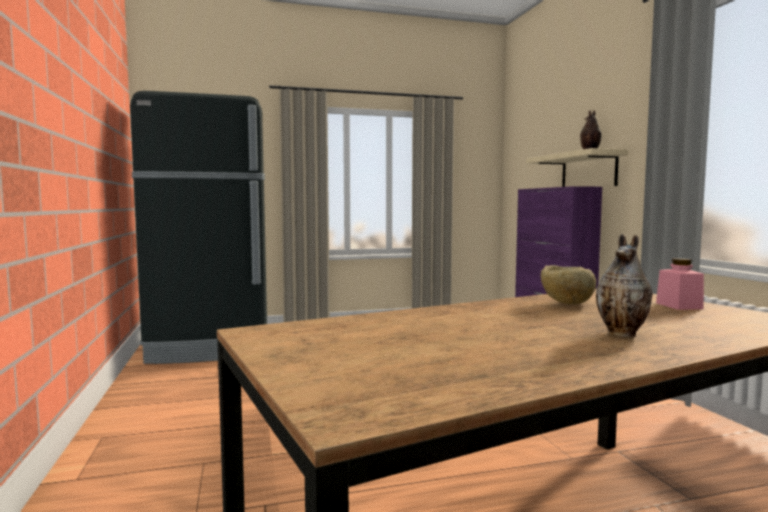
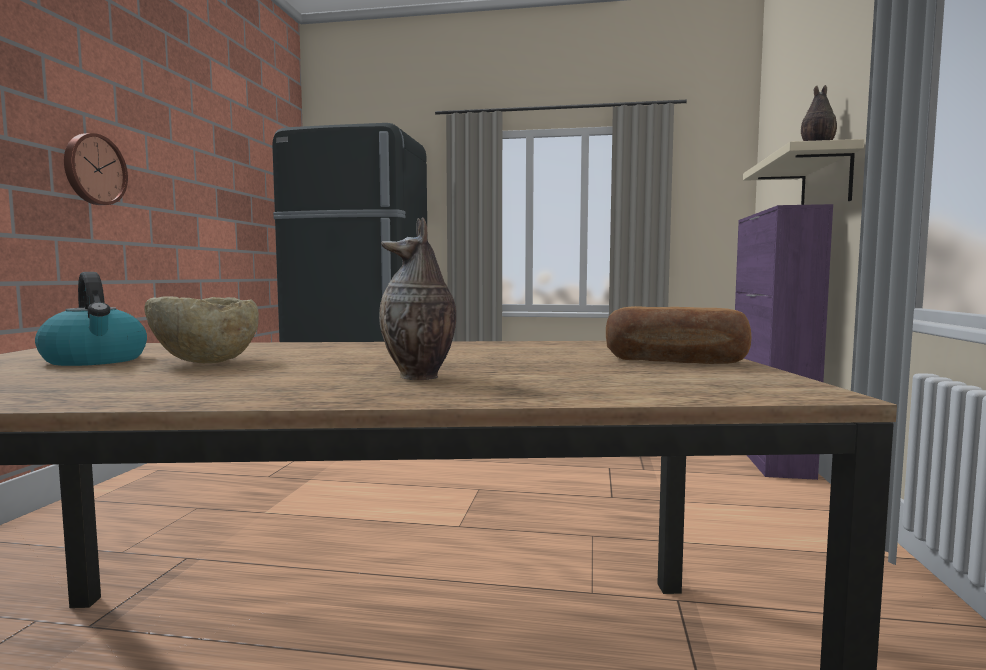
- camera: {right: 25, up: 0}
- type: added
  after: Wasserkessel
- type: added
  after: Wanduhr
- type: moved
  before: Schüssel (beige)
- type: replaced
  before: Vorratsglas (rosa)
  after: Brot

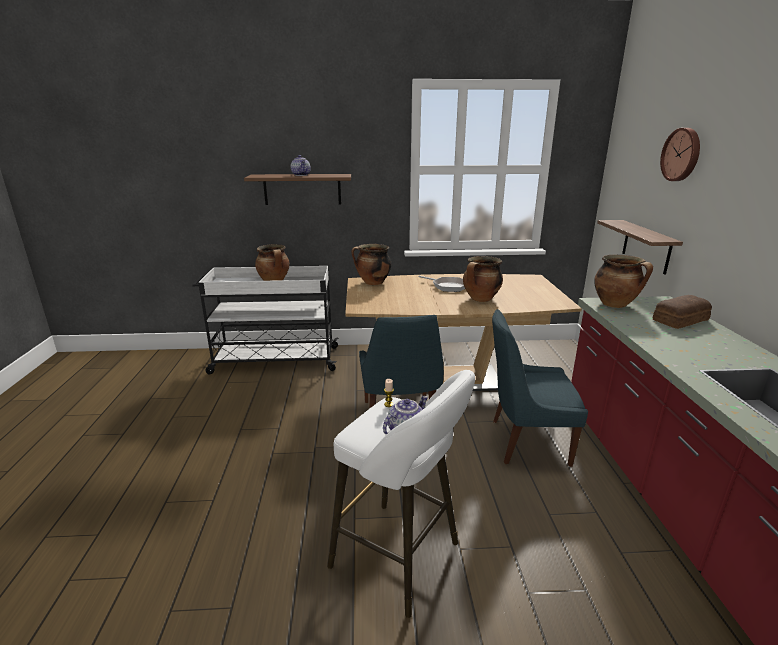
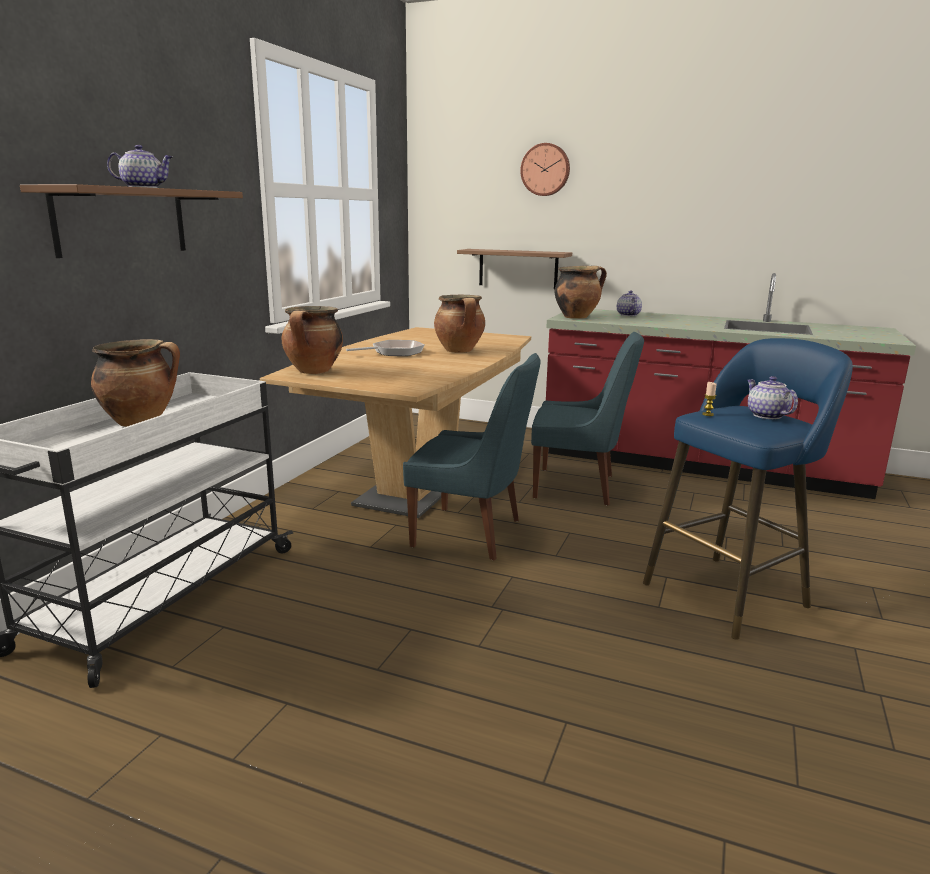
- camera: {right: -65, up: -5}
- type: turned
  before: Stuhl (blau) (2nd from left)
  turn: -105
- type: replaced
  before: Brot
  after: Teekanne (2nd from left)
- type: recoloured
  before: Hocker (weiß)
  after: Hocker (blau)

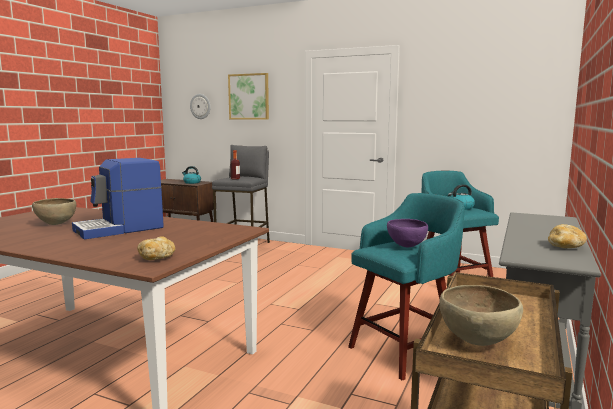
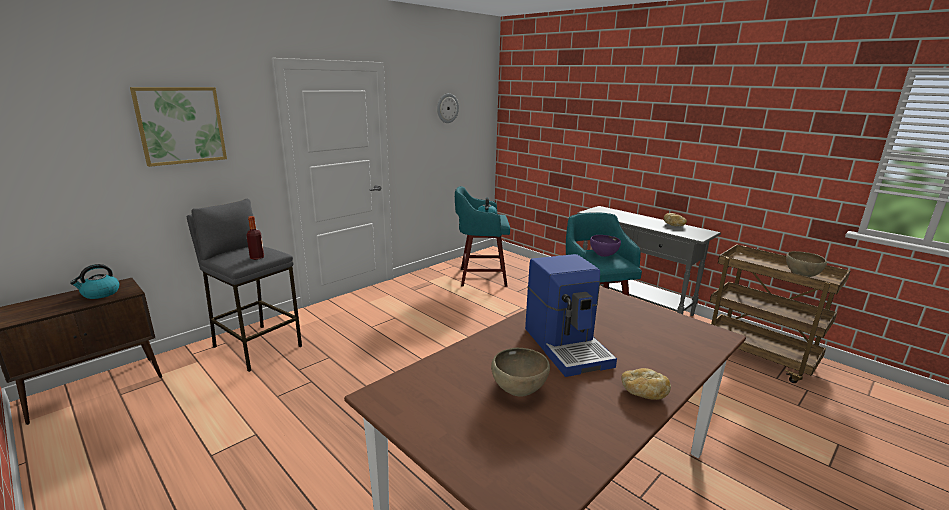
- camera: {right: -70, up: 10}
- type: moved
  before: Wanduhr
- type: moved
  before: Brot (1st from left)

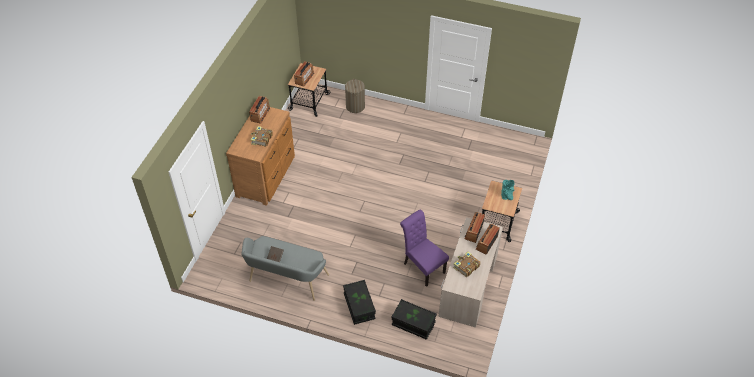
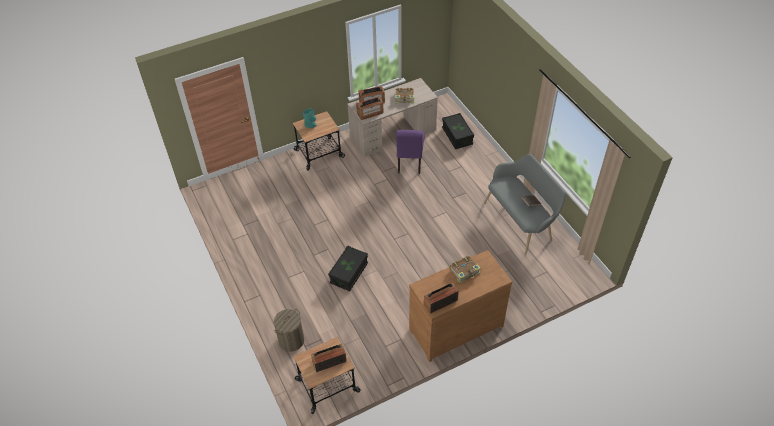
- camera: {right: -135, up: 0}
- type: moved
  before: Aufbewahrungsbox (schwarz) (1st from left)

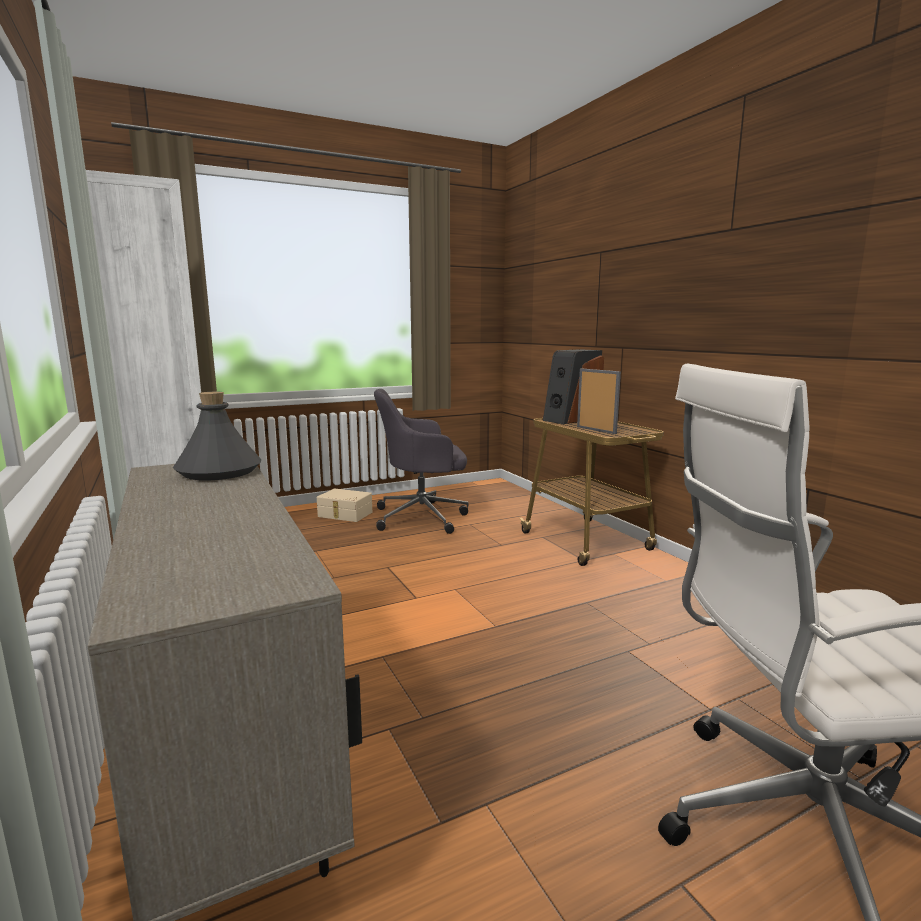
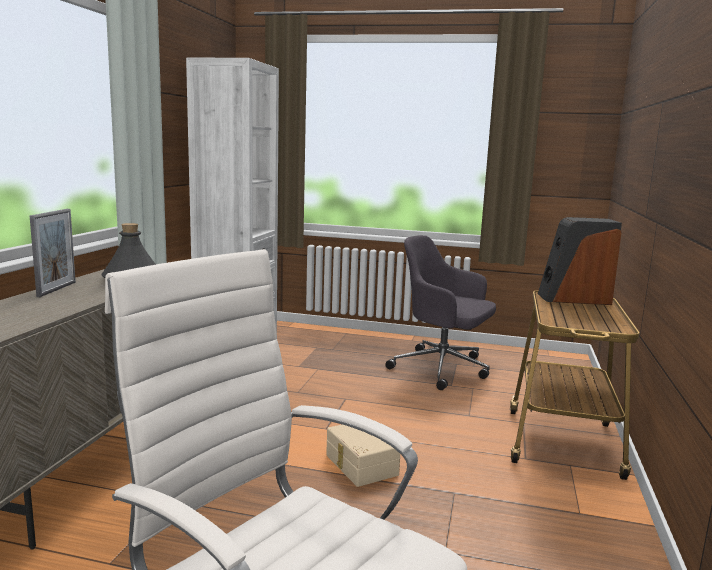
- camera: {right: 40, up: 0}
- type: moved
  before: Bilderrahmen
- type: moved
  before: Aufbewahrungsbox (beige)

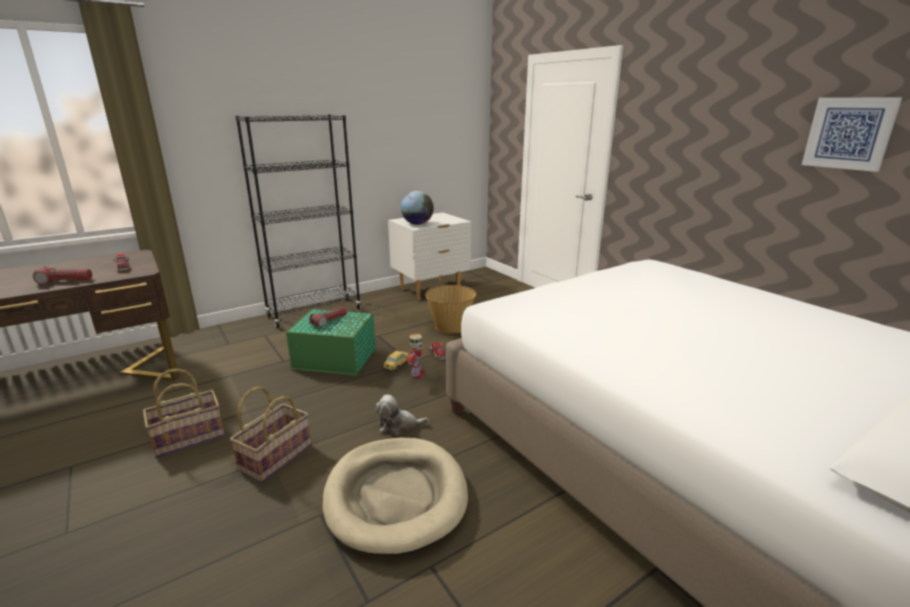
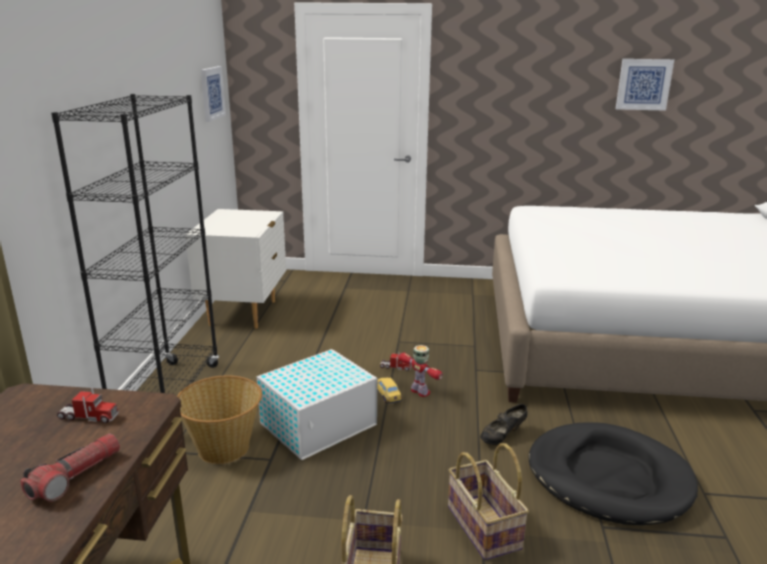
- camera: {right: -50, up: 0}
- type: moved
  before: Korb (3rd from left in the first image)
  after: Korb (1st from left)
- type: added
  after: Bild (1st from left)
- type: recoloured
  before: Aufbewahrungsbox (grün)
  after: Aufbewahrungsbox (weiß)
- type: replaced
  before: Plüschtier
  after: Schuh (schwarz)
- type: recoloured
  before: Hundebett (beige)
  after: Hundebett (schwarz)
- type: removed
  before: Taschenlampe (2nd from left)
- type: removed
  before: Globus

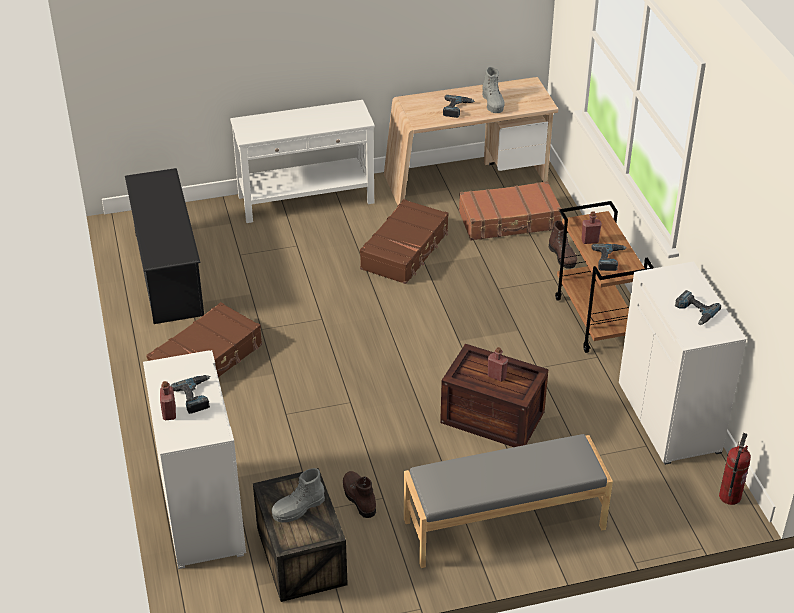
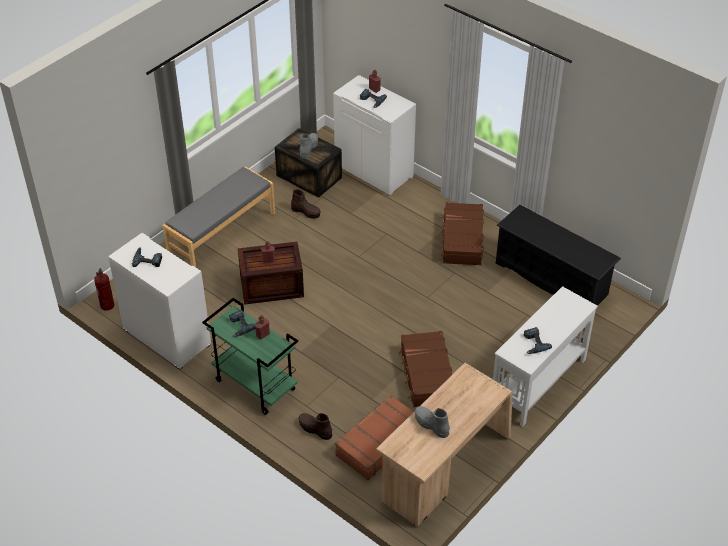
- camera: {right: 145, up: 5}
- type: recoloured
  before: Rollwagen (braun)
  after: Rollwagen (grün)
- type: moved
  before: Bohrmaschine (2nd from left in the first image)
  after: Bohrmaschine (4th from left)

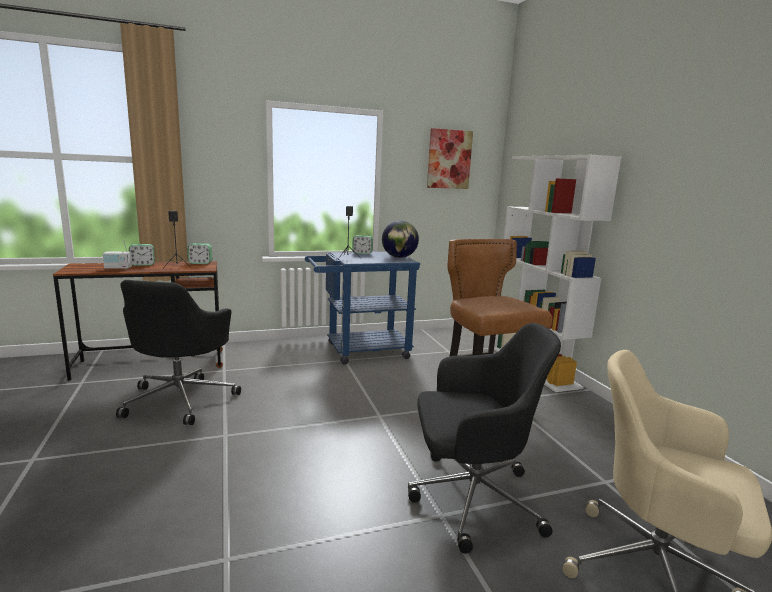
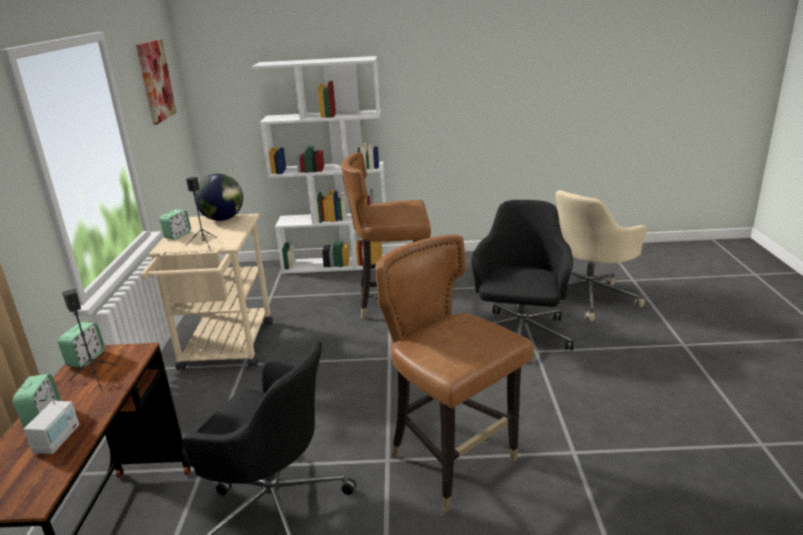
- camera: {right: -70, up: 10}
- type: recoloured
  before: Rollwagen (blau)
  after: Rollwagen (beige)
- type: added
  after: Stuhl (braun) (2nd from left)

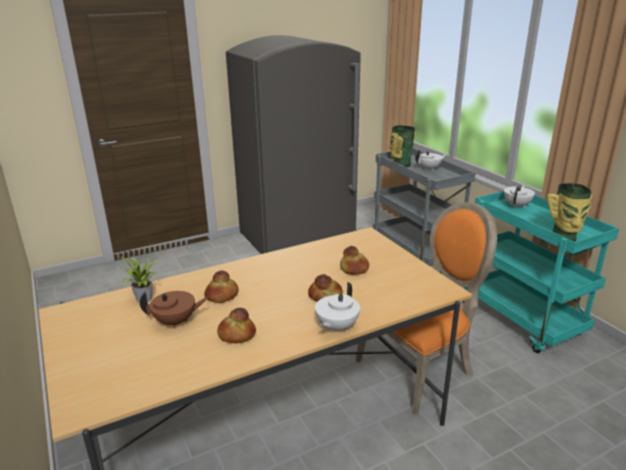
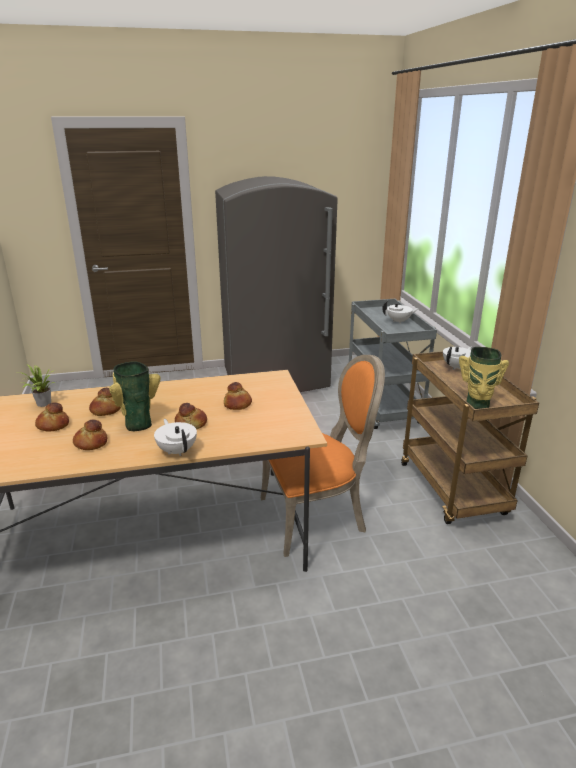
- camera: {right: 15, up: 0}
- type: replaced
  before: Teekanne (braun)
  after: Brot (1st from left)
- type: moved
  before: Vase (1st from left)
- type: turned
  before: Teekanne (weiß) (1st from left)
  turn: 105
- type: recoloured
  before: Rollwagen (türkis)
  after: Rollwagen (braun)

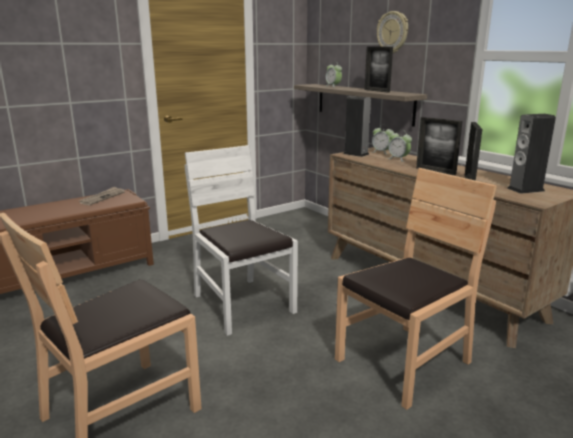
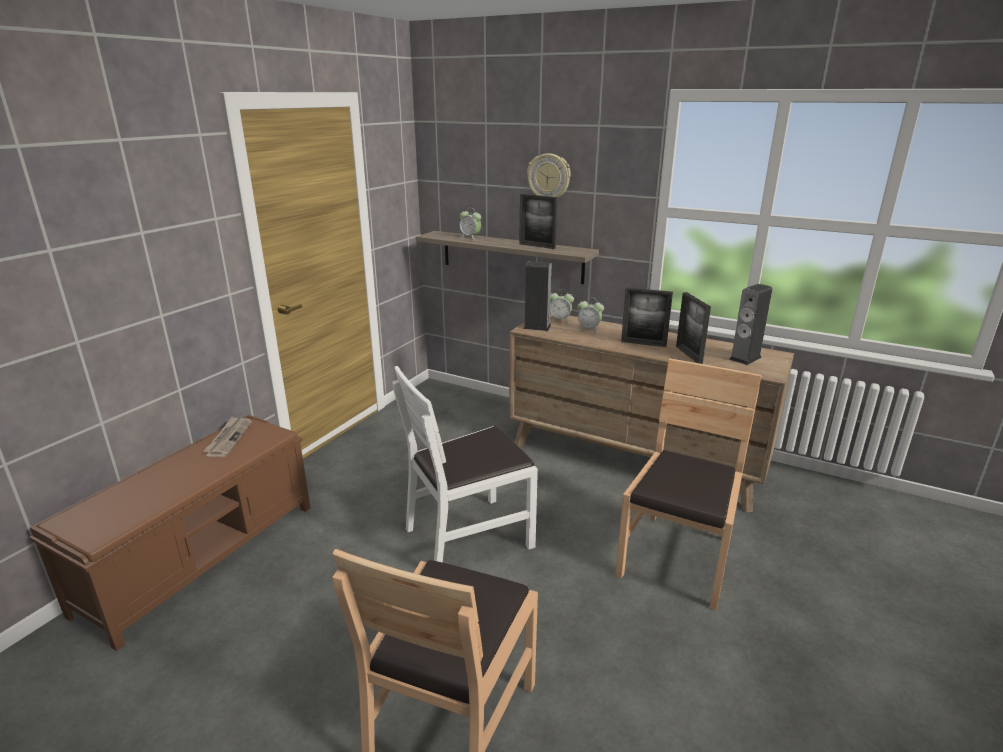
- camera: {right: -25, up: 5}
- type: turned
  before: Stuhl (weiß)
  turn: -60

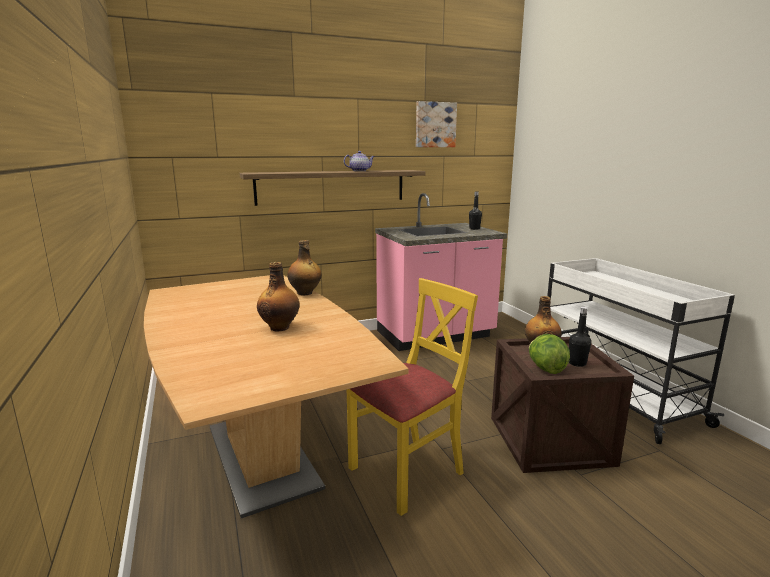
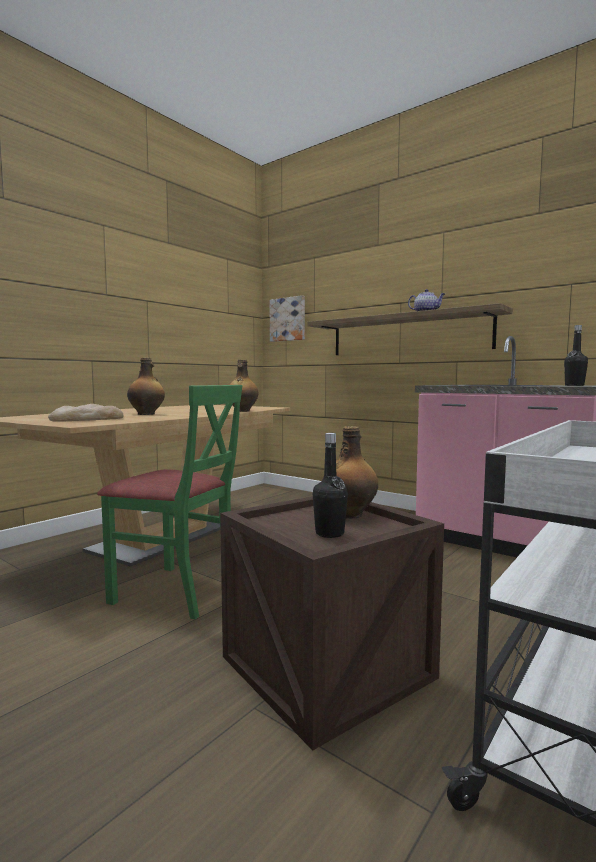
- camera: {right: 60, up: -10}
- type: added
  after: Brot
- type: recoloured
  before: Stuhl (gelb)
  after: Stuhl (grün)
- type: moved
  before: Bild
- type: removed
  before: Salatkopf

